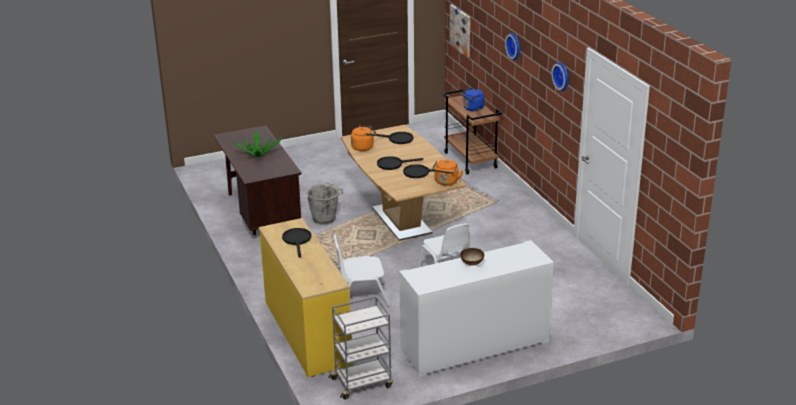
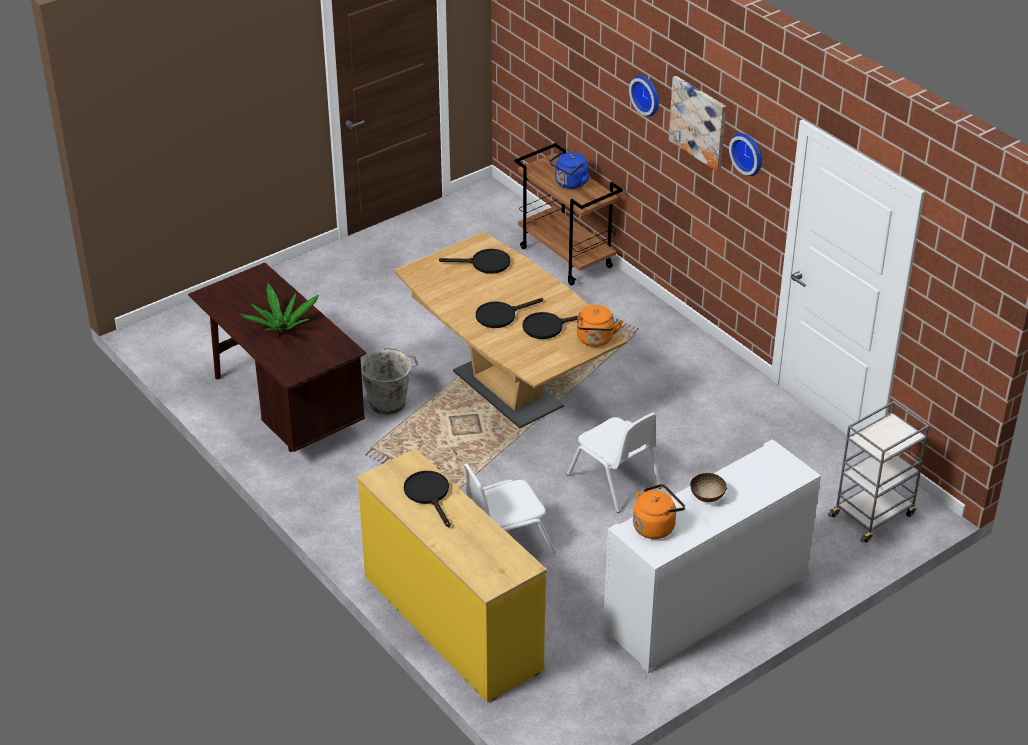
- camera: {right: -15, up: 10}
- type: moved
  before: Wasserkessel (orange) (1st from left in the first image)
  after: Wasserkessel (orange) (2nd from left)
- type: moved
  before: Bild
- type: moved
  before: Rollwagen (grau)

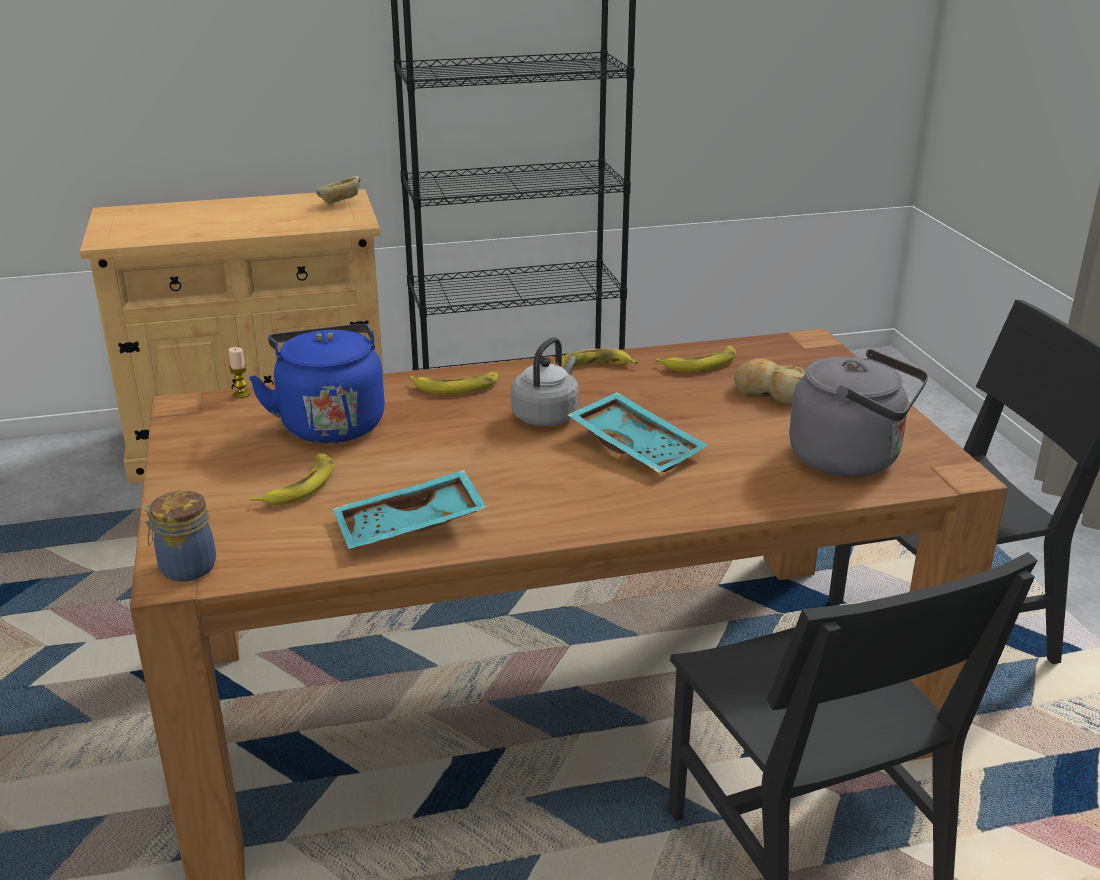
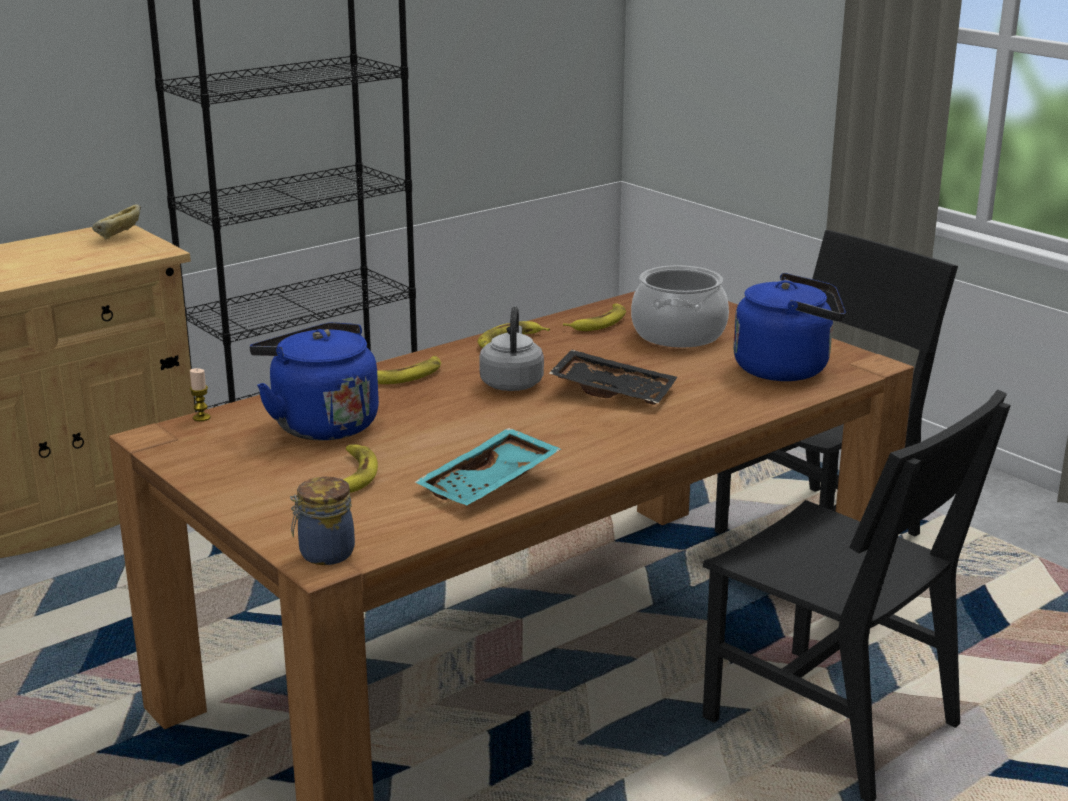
- camera: {right: -25, up: -5}
- type: recoloured
  before: Tablett (türkis) (2nd from left)
  after: Tablett (schwarz)
- type: replaced
  before: Brot (2nd from left)
  after: Kochtopf
- type: recoloured
  before: Wasserkessel (grau) (2nd from left)
  after: Wasserkessel (blau) (2nd from left)

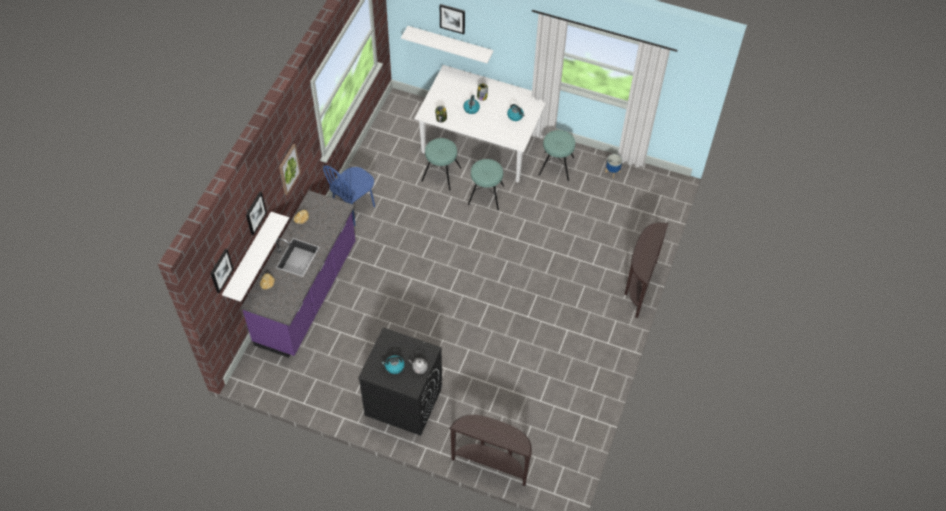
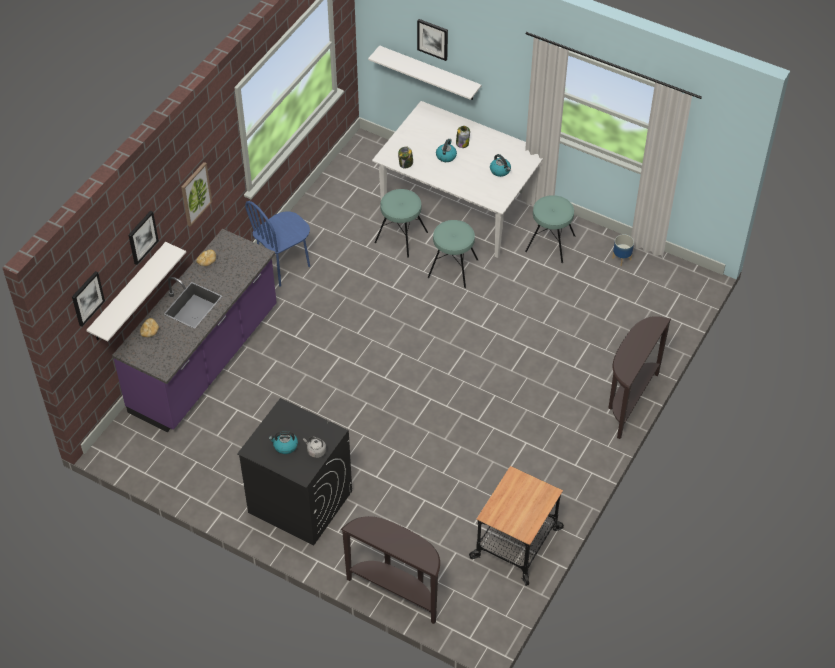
- camera: {right: 10, up: -5}
- type: added
  after: Rollwagen

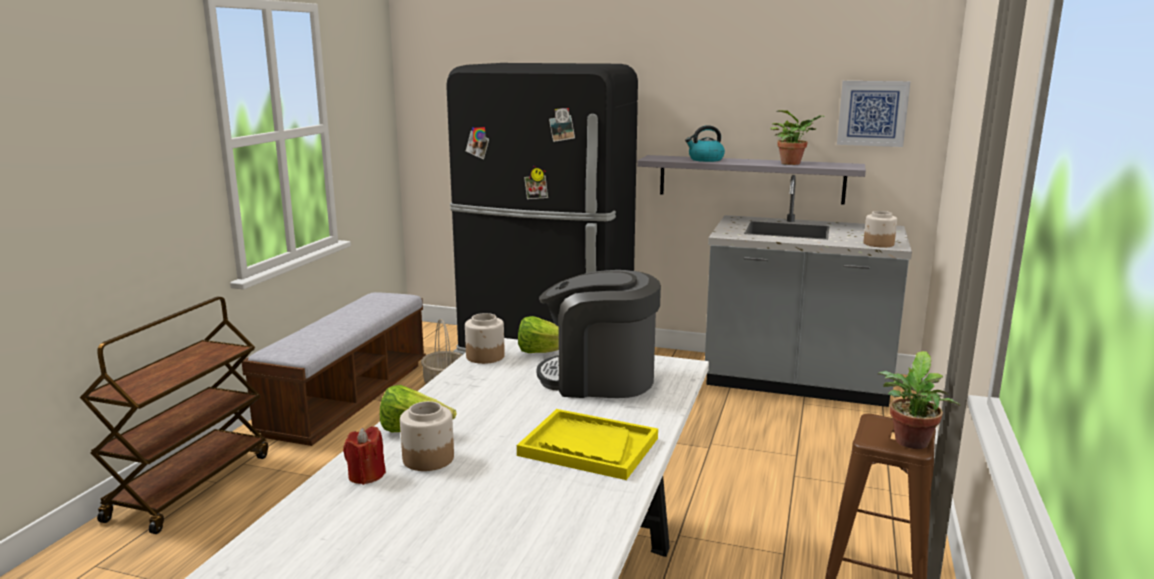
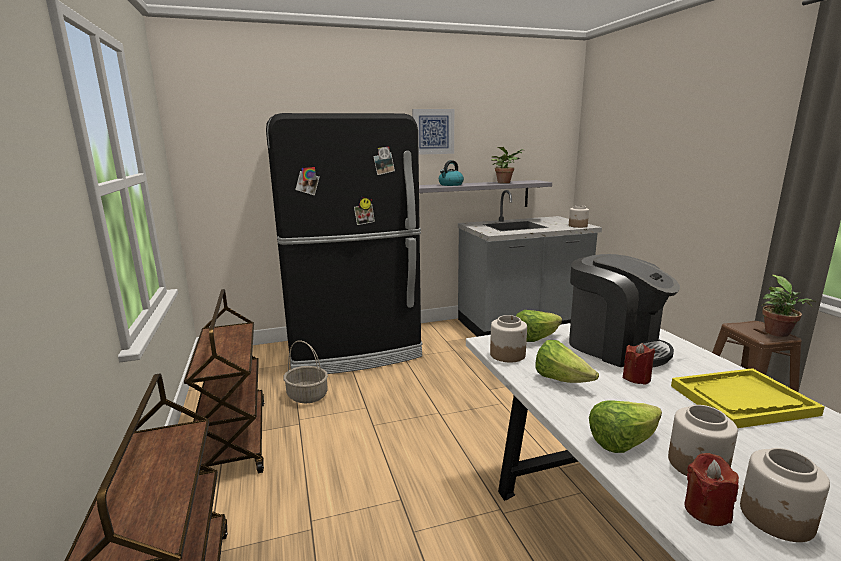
- camera: {right: -35, up: 0}
- type: replaced
  before: Bank
  after: Rollwagen (braun) (2nd from left)
- type: moved
  before: Bild
- type: added
  after: Salatkopf (2nd from left)
- type: turned
  before: Kaffeemaschine
  turn: -105
- type: added
  after: Kerze (rot) (1st from left)
- type: added
  after: Vorratsglas (4th from left)

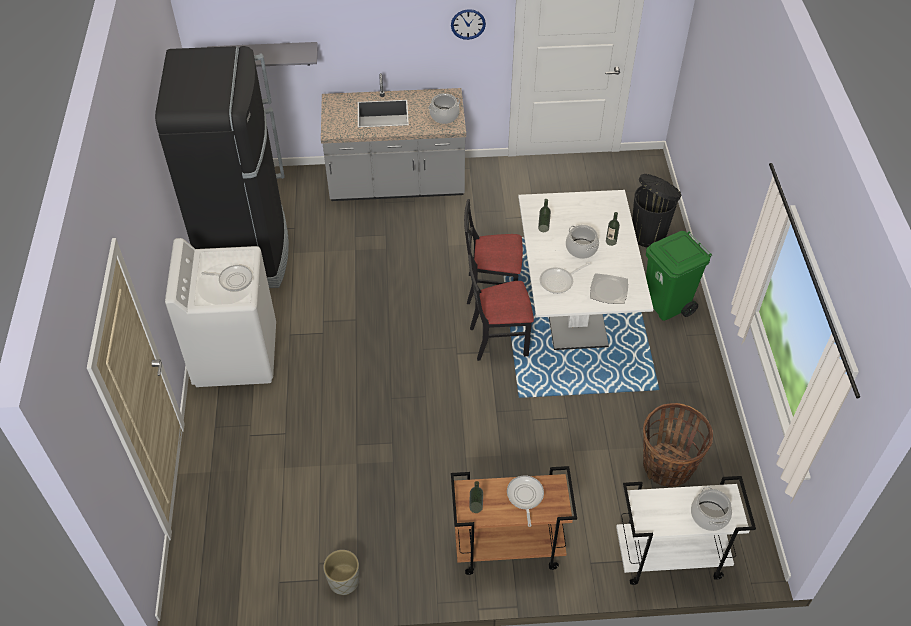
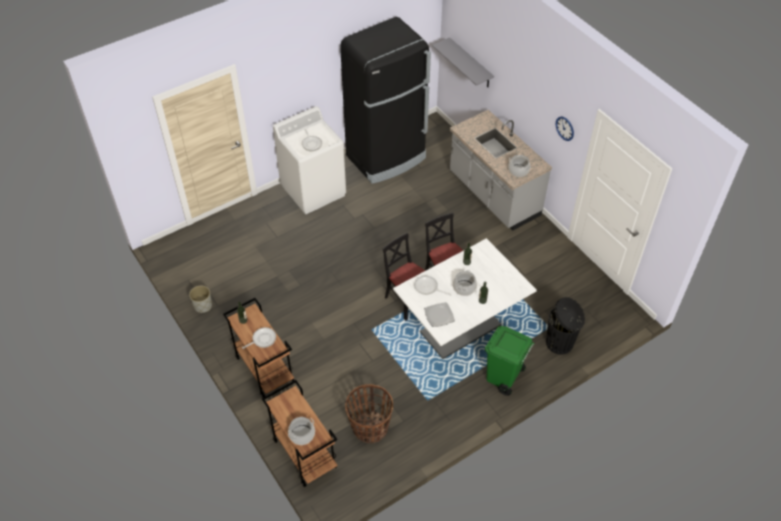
- camera: {right: 60, up: 0}
- type: recoloured
  before: Rollwagen (weiß)
  after: Rollwagen (braun) (2nd from left)

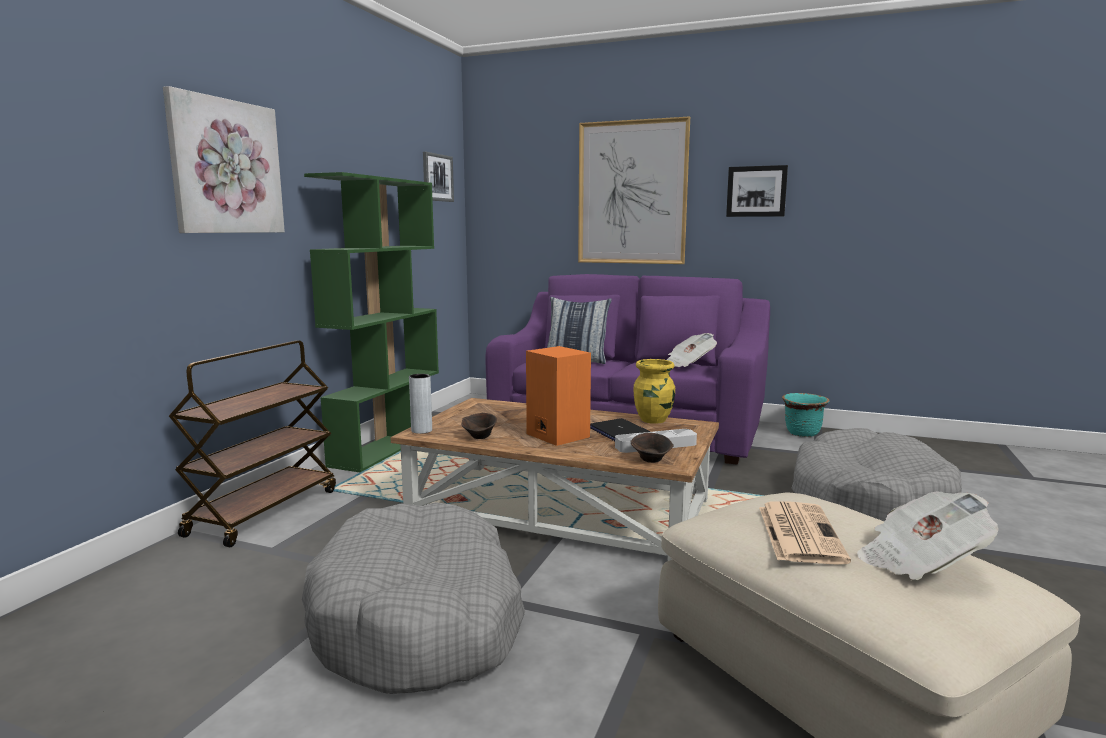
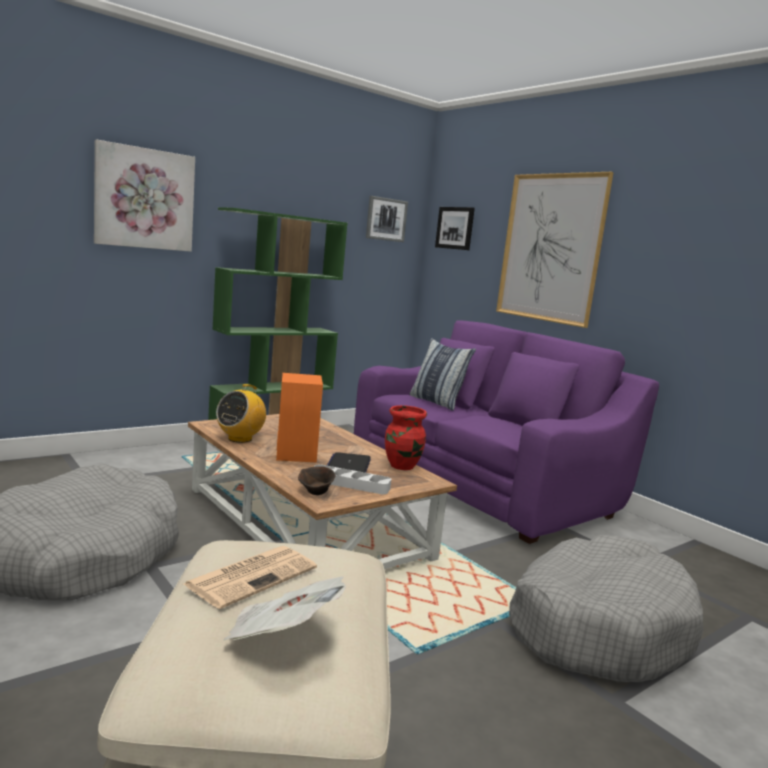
- camera: {right: 30, up: 0}
- type: replaced
  before: Schüssel (braun) (1st from left)
  after: Radio
- type: recoloured
  before: Vase (gelb)
  after: Vase (rot)
- type: moved
  before: Bild (4th from left in the first image)
  after: Bild (3rd from left)
- type: removed
  before: Rollwagen (braun)
- type: removed
  before: Vase (grau)
- type: removed
  before: Zeitung (1st from left)
- type: removed
  before: Pflanzkübel (türkis)

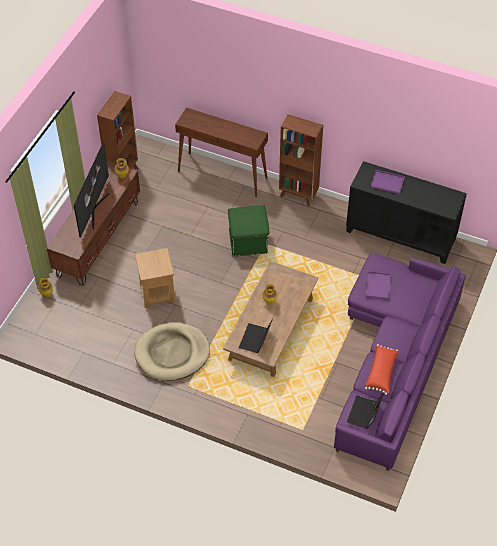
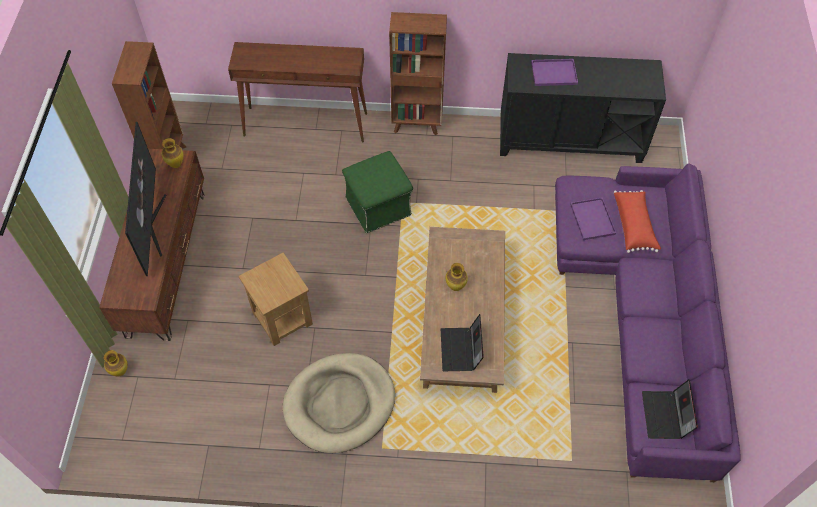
- camera: {right: -20, up: 5}
- type: moved
  before: Kissen (rot)

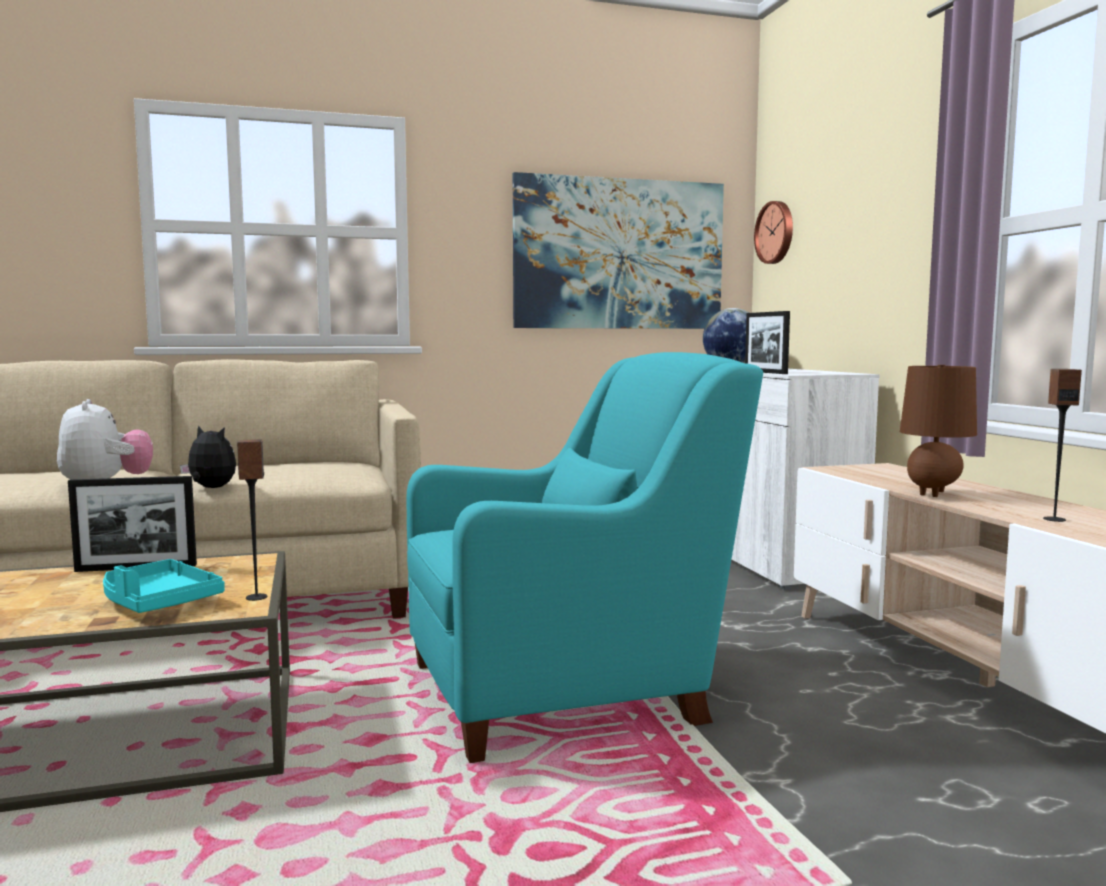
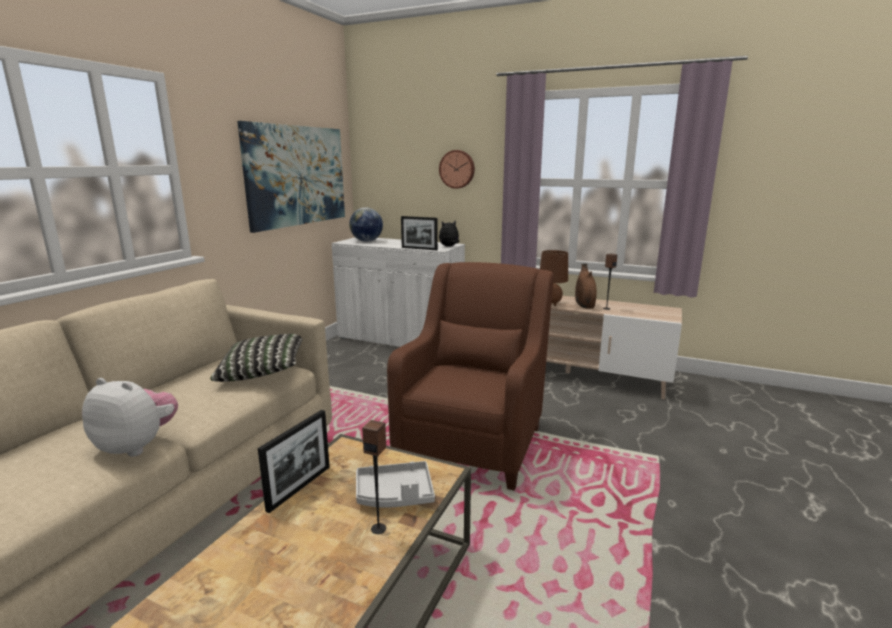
- camera: {right: -50, up: 10}
- type: added
  after: Kissen
- type: recoloured
  before: Tablett (türkis)
  after: Tablett (grau)
- type: moved
  before: Lautsprecher (1st from left)
- type: recoloured
  before: Sessel (türkis)
  after: Sessel (braun)
- type: moved
  before: Wanduhr
- type: moved
  before: Plüschtier (2nd from left)
- type: added
  after: Vase (braun)

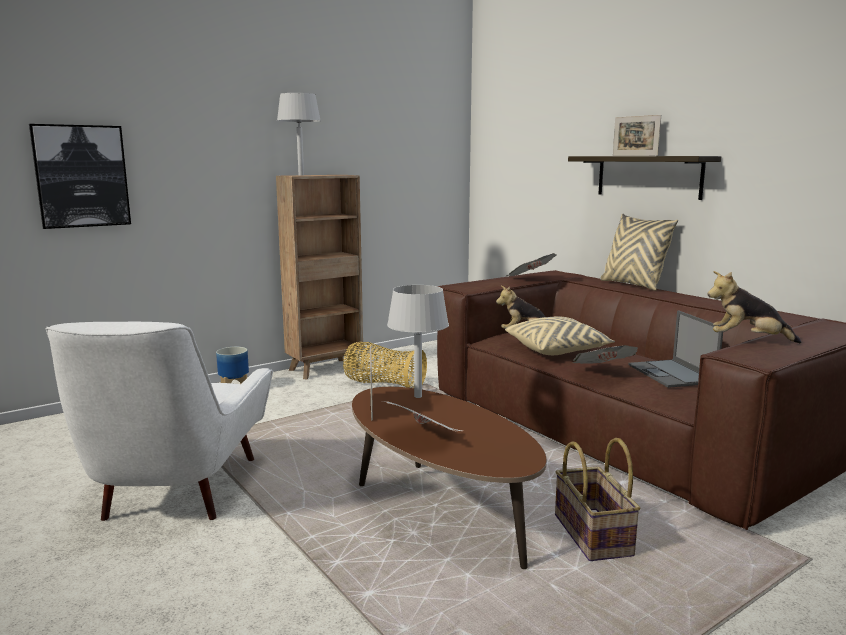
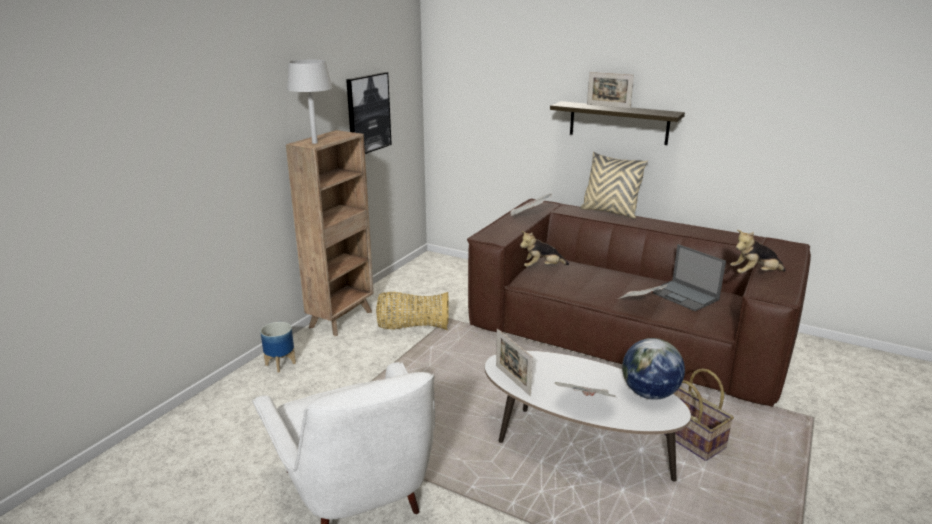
- camera: {right: -25, up: 10}
- type: moved
  before: Bild
- type: recoloured
  before: Couchtisch (braun)
  after: Couchtisch (weiß)
- type: added
  after: Globus
- type: removed
  before: Tischlampe (grau) (2nd from left)
- type: removed
  before: Kissen (beige) (1st from left)

